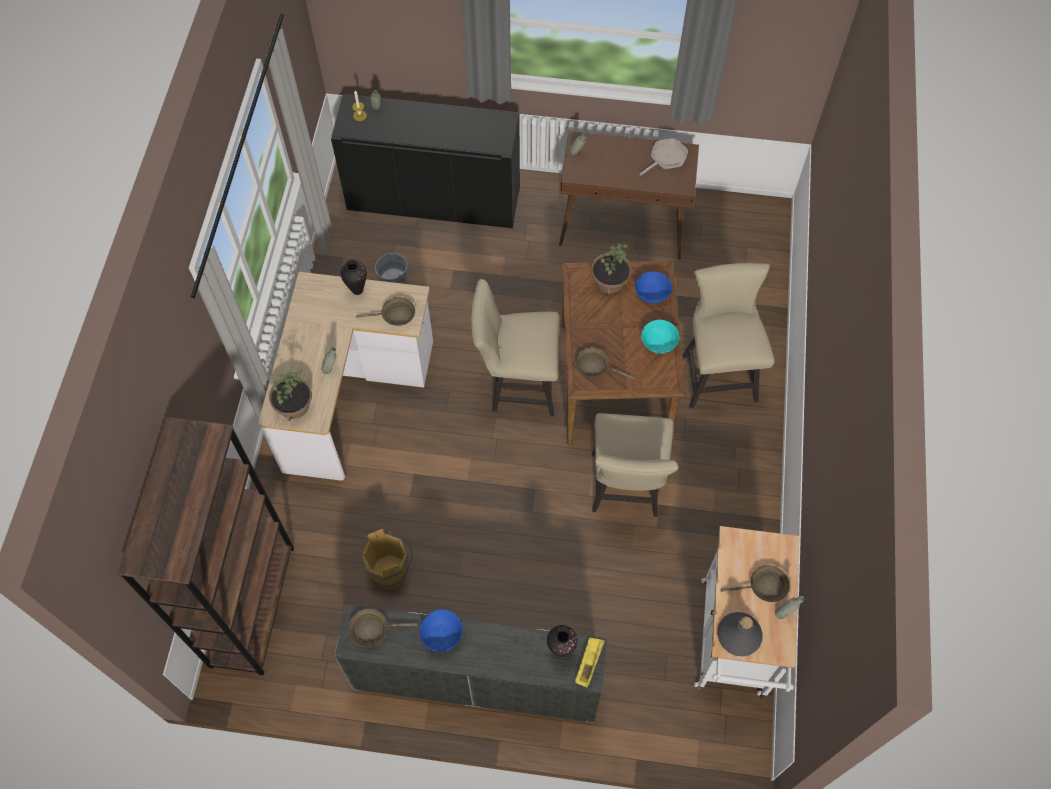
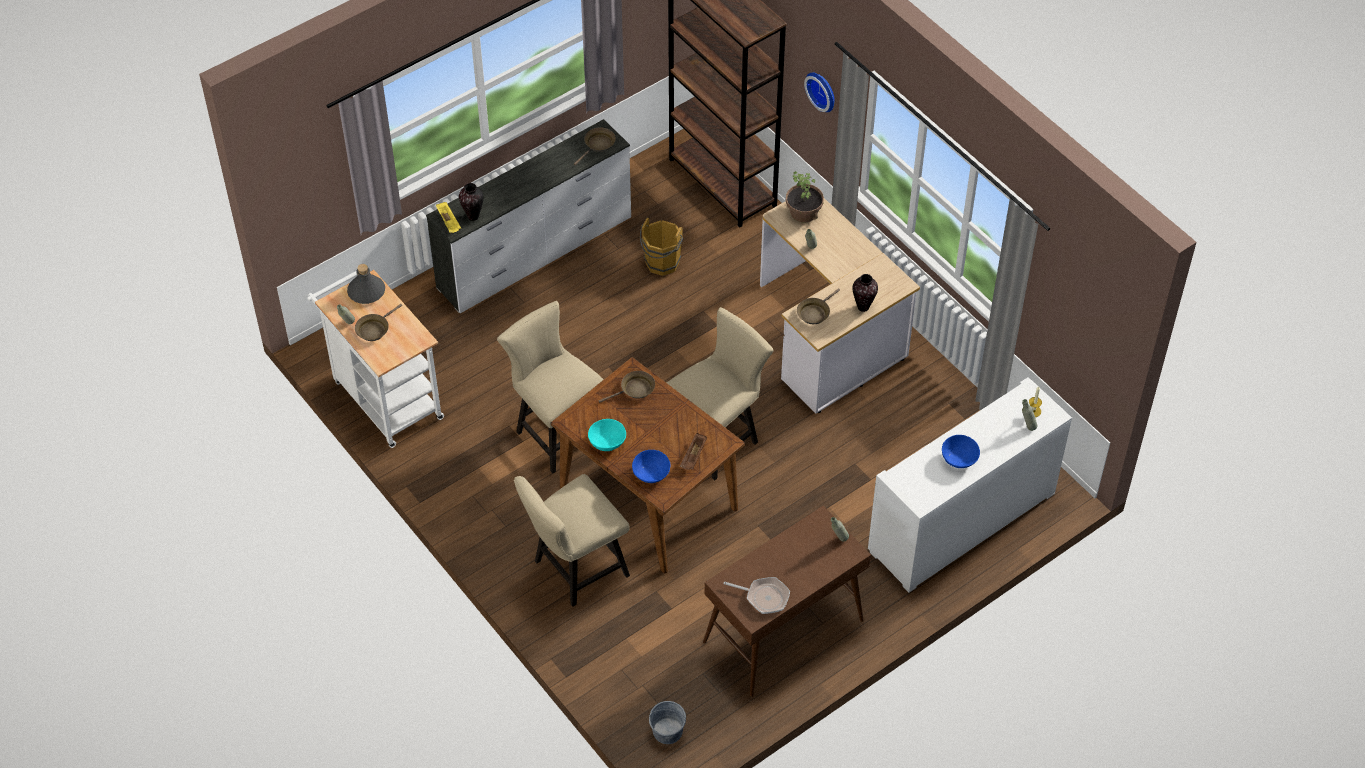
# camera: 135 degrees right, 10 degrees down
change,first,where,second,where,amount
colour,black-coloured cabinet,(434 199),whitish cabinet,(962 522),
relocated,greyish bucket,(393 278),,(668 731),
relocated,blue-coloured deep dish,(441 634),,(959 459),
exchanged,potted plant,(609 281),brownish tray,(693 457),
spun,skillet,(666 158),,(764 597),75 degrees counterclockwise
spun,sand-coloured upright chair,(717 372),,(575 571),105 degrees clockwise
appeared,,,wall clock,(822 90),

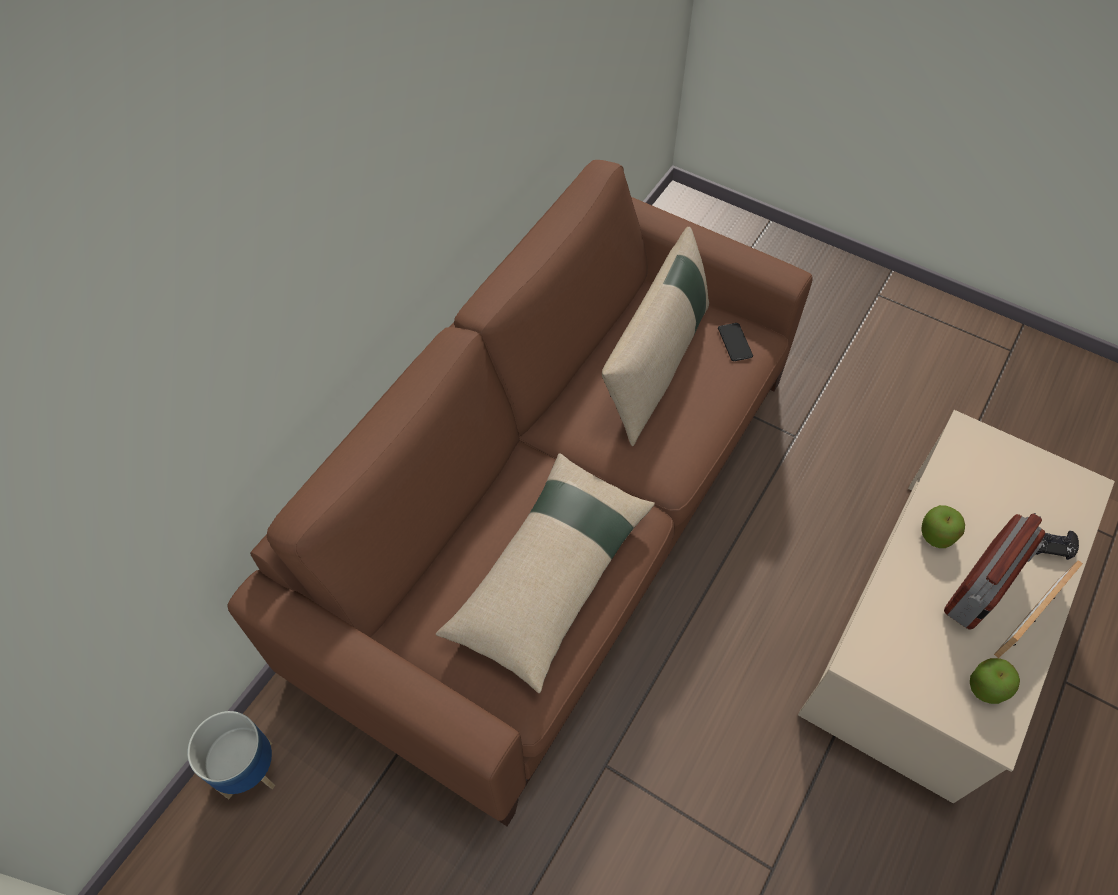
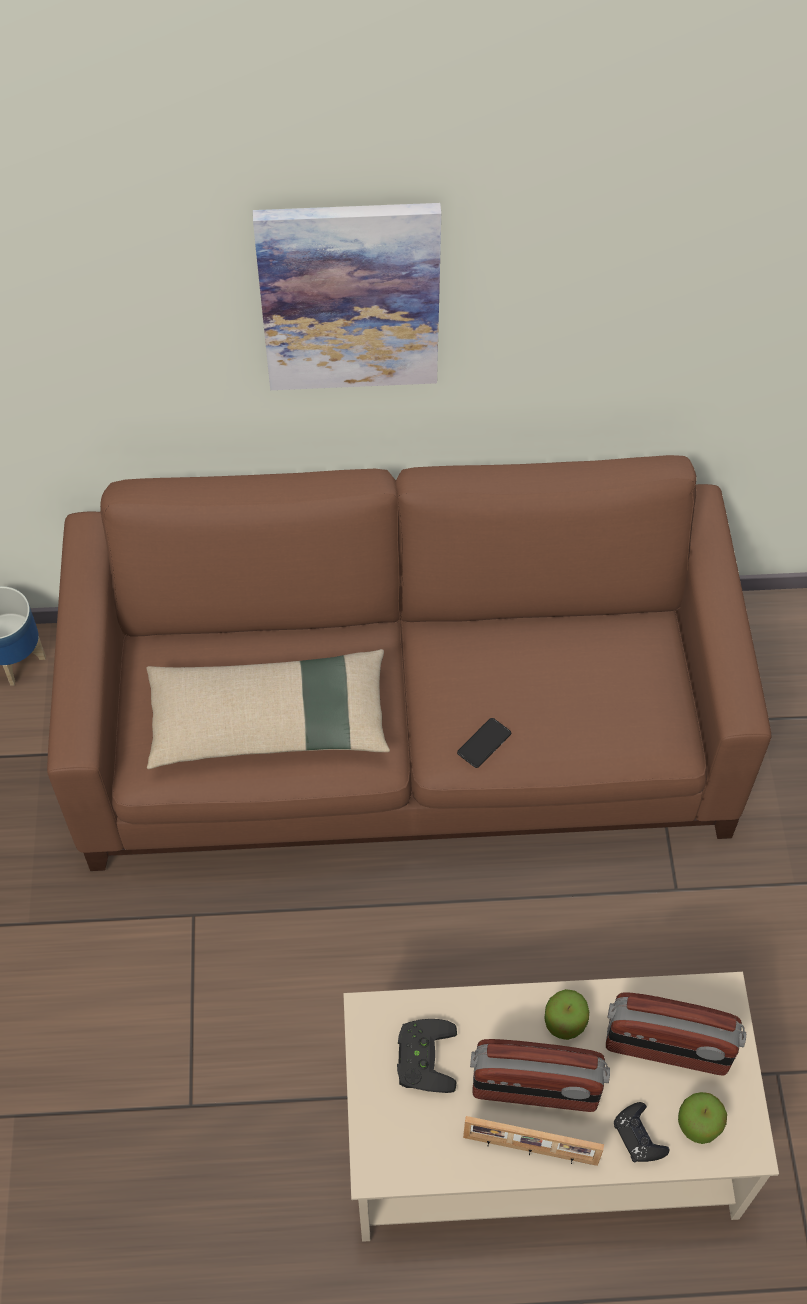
# camera: 55 degrees right, 0 degrees up
change,first,where,second,where,amount
missing,sand-coloured throw pillow,(656 365),,,
relocated,handset,(735 342),,(484 743),
relocated,whole apple,(987 687),,(698 1124),
appeared,,,wall picture,(350 296),
appeared,,,black-coloured game controller,(421 1057),
appeared,,,radio set,(667 1048),

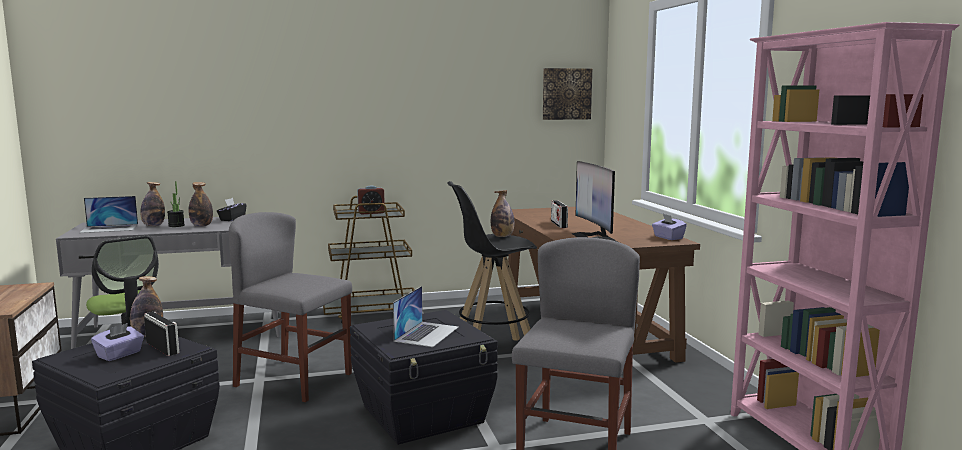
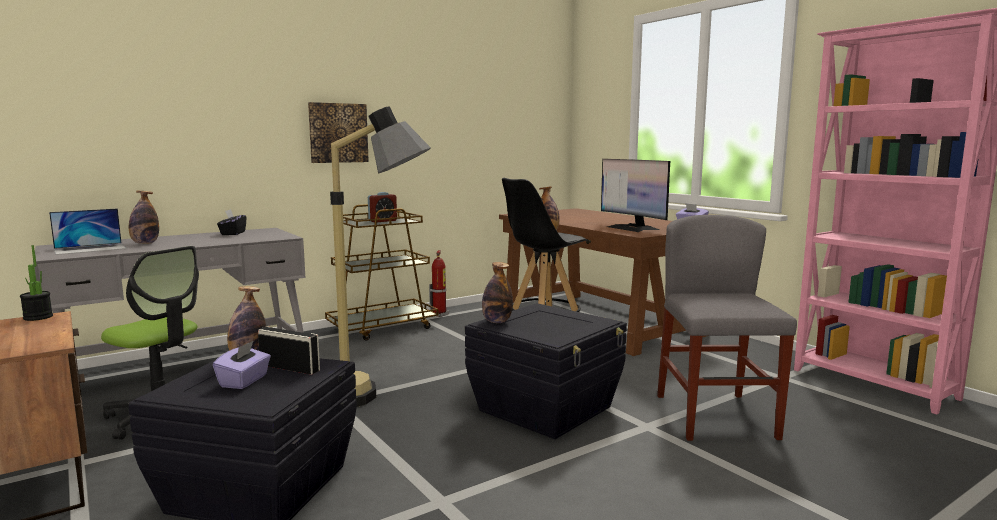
# camera: 20 degrees left, 0 degrees up
change,first,where,second,where,amount
relocated,potted plant,(176 225),,(38 317),
relocated,bottle,(201 225),,(497 321),
exchanged,greyish upright chair,(294 380),floor lamp,(374 397),
missing,portable computer,(427 334),,,
relocated,wall picture,(566 94),,(338 133),
missing,radio set,(558 224),,,
appeared,,,extinguisher,(439 314),

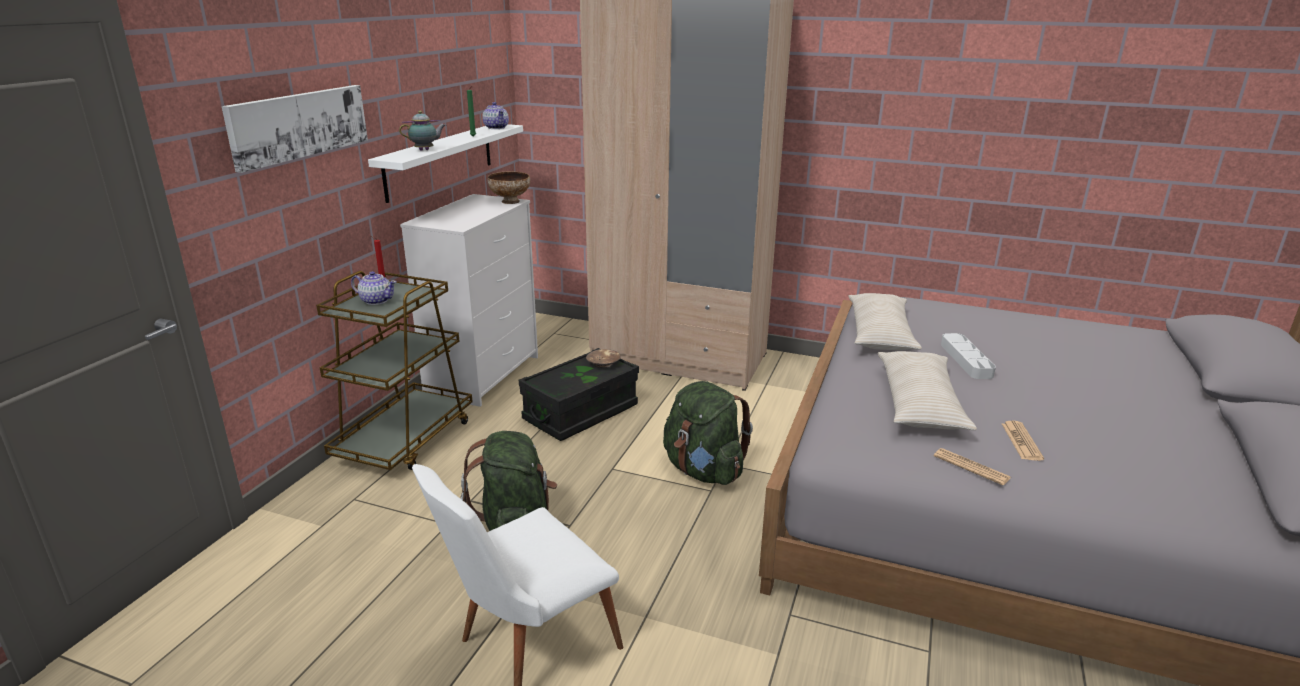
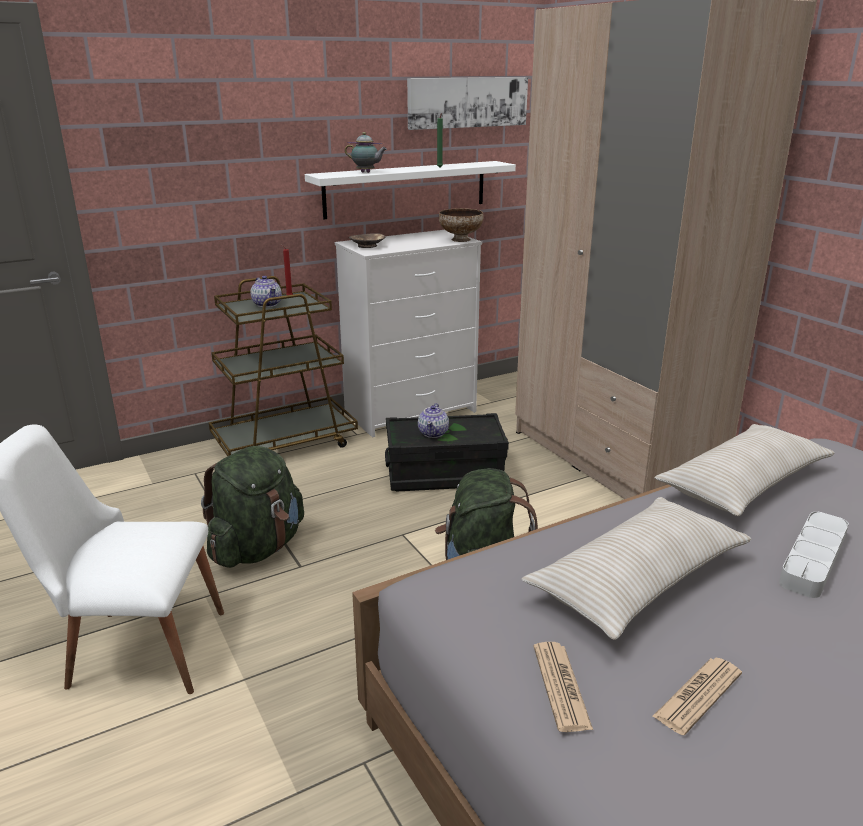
# camera: 40 degrees right, 0 degrees up
change,first,where,second,where,amount
relocated,wall picture,(299 125),,(467 102),
relocated,pot for tea,(496 127),,(433 433),
relocated,brownish deep dish,(603 364),,(367 246),

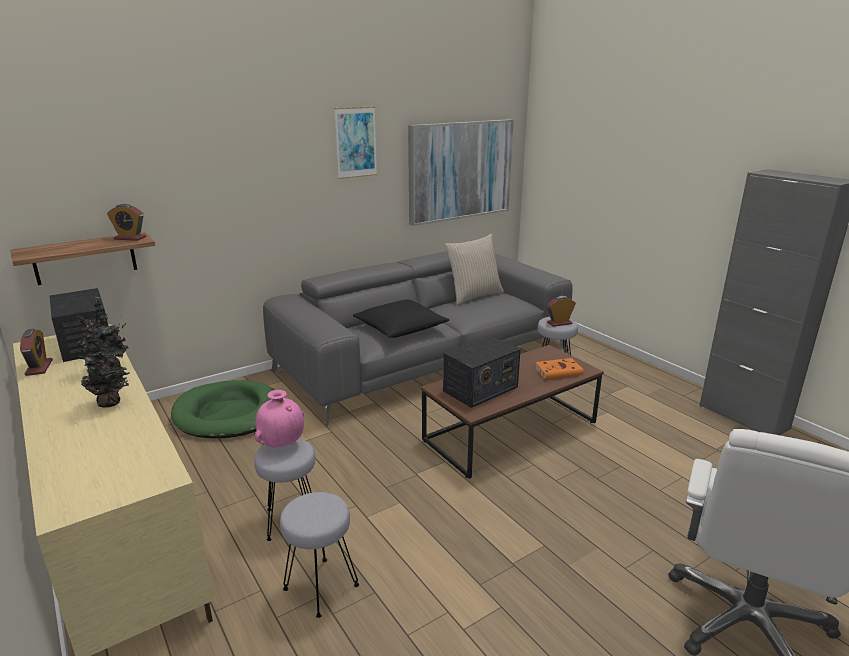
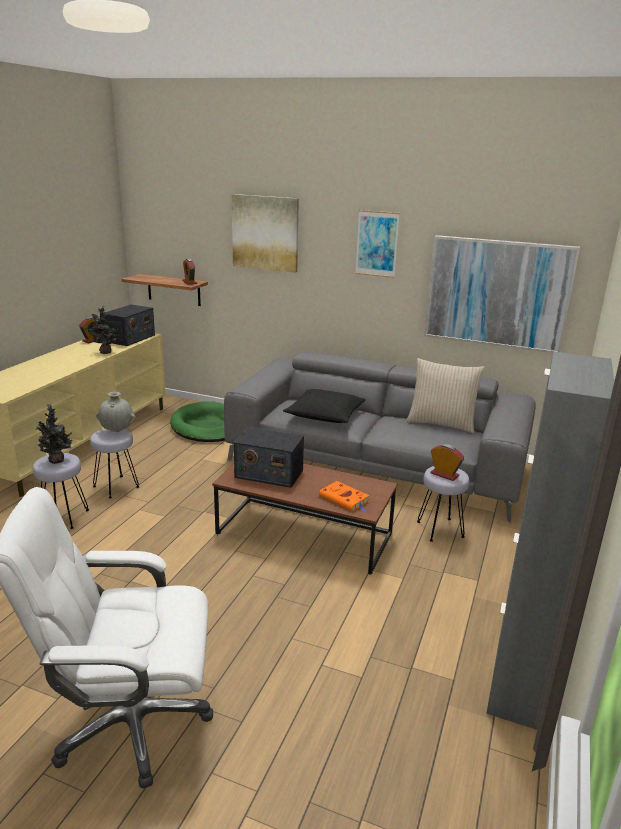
# camera: 55 degrees right, 0 degrees up
change,first,where,second,where,amount
relocated,potted plant,(112 403),,(57 461),
colour,pink-coloured flower vase,(282 444),greyish flower vase,(117 431),
appeared,,,wall picture,(265 233),

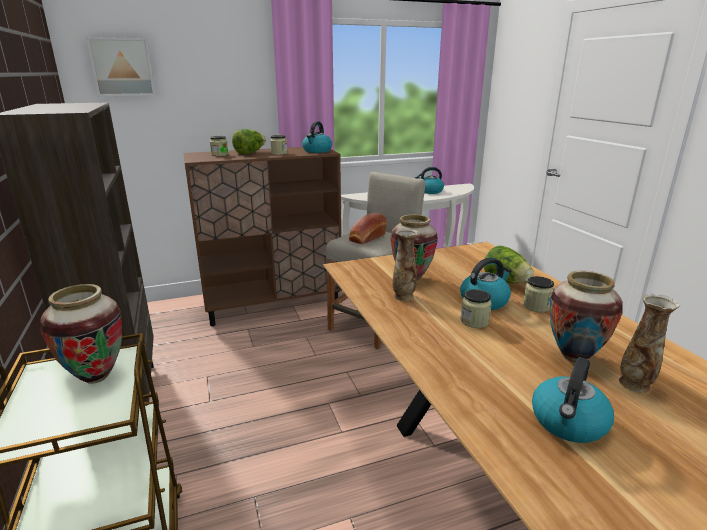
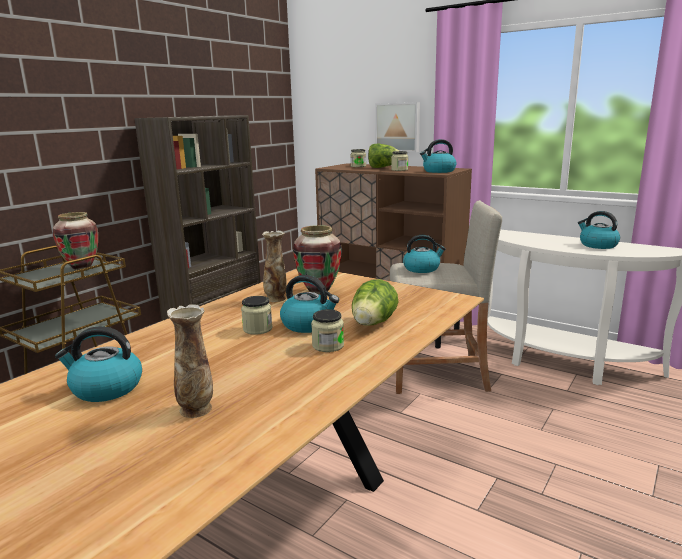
# camera: 55 degrees right, 5 degrees down
change,first,where,second,where,amount
relocated,wall picture,(122 67),,(398 127),
exchanged,bread,(366 238),tea kettle,(422 268),
missing,flower vase,(573 357),,,

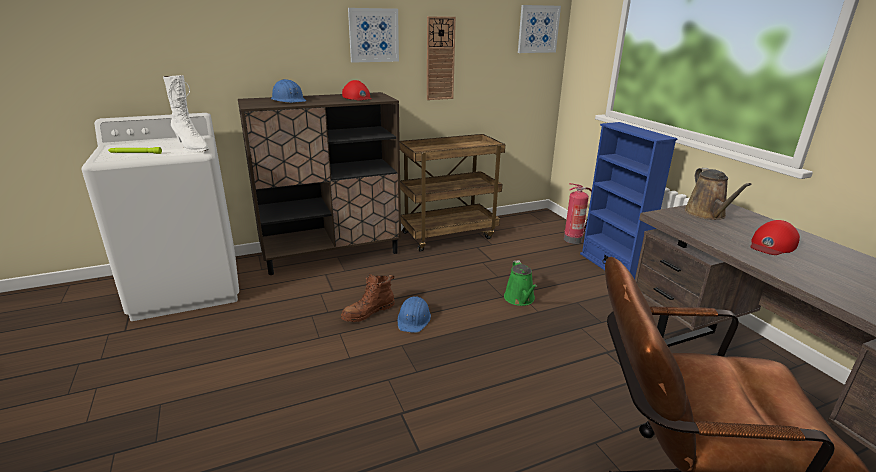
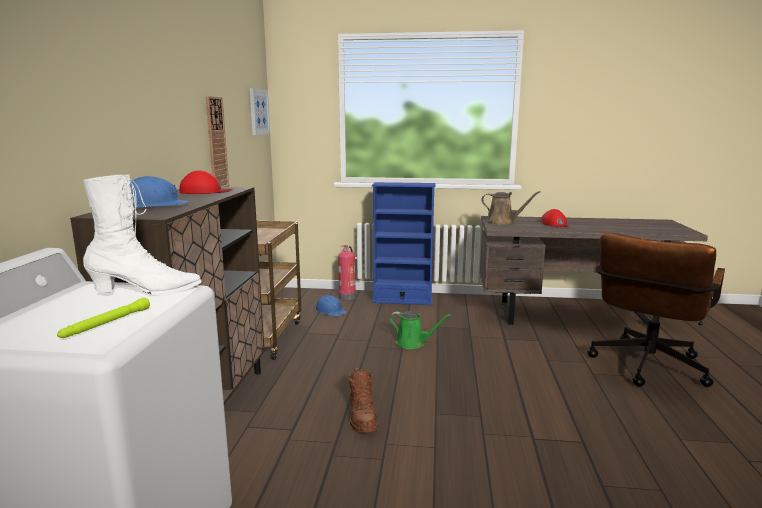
# camera: 60 degrees left, 10 degrees down
change,first,where,second,where,amount
missing,wall picture,(373 35),,,
relocated,blue-coloured hard hat,(414 319),,(330 311),

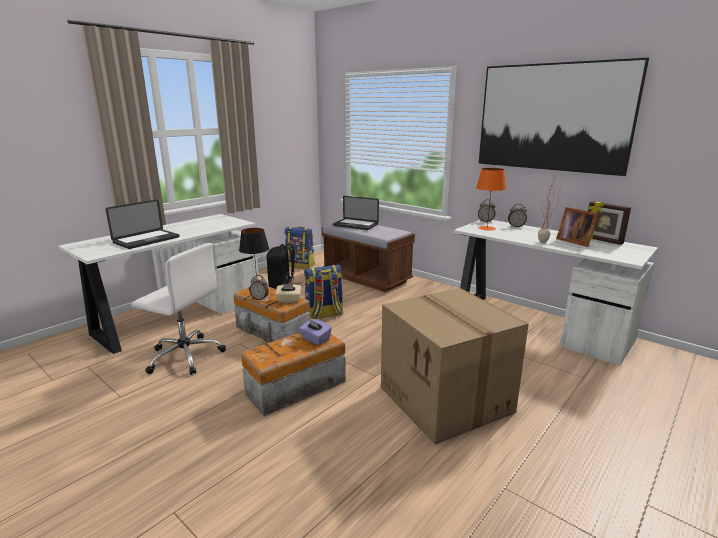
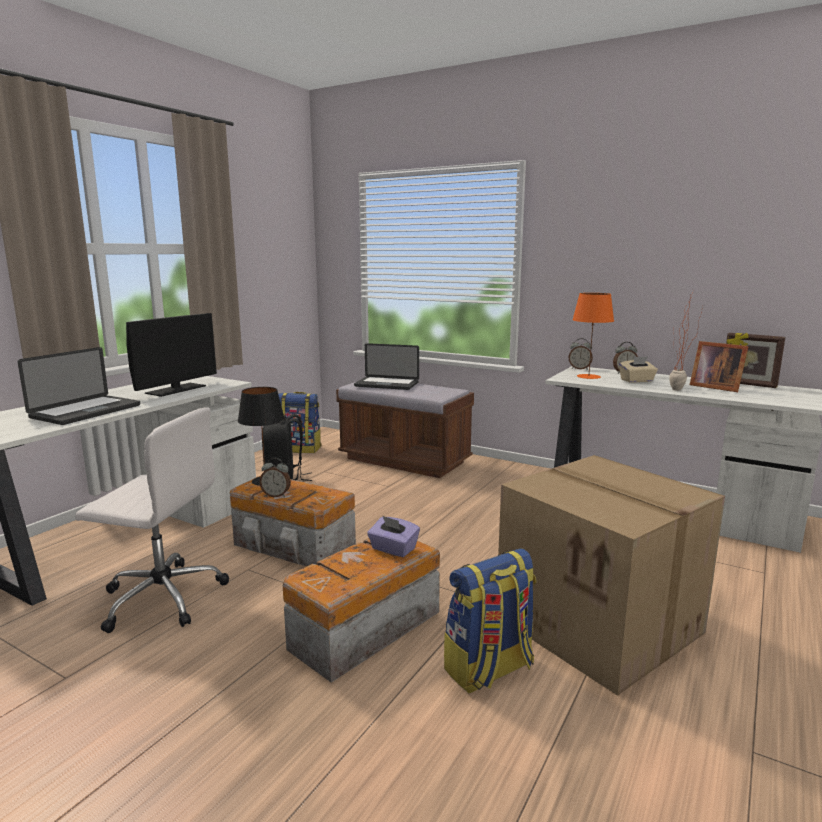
# camera: 10 degrees left, 5 degrees down
change,first,where,second,where,amount
relocated,sand-coloured tissue box,(289 300),,(637 380),
relocated,backpack,(324 315),,(489 669),
missing,wall picture,(552 117),,,
appeared,,,monitor,(176 389),

